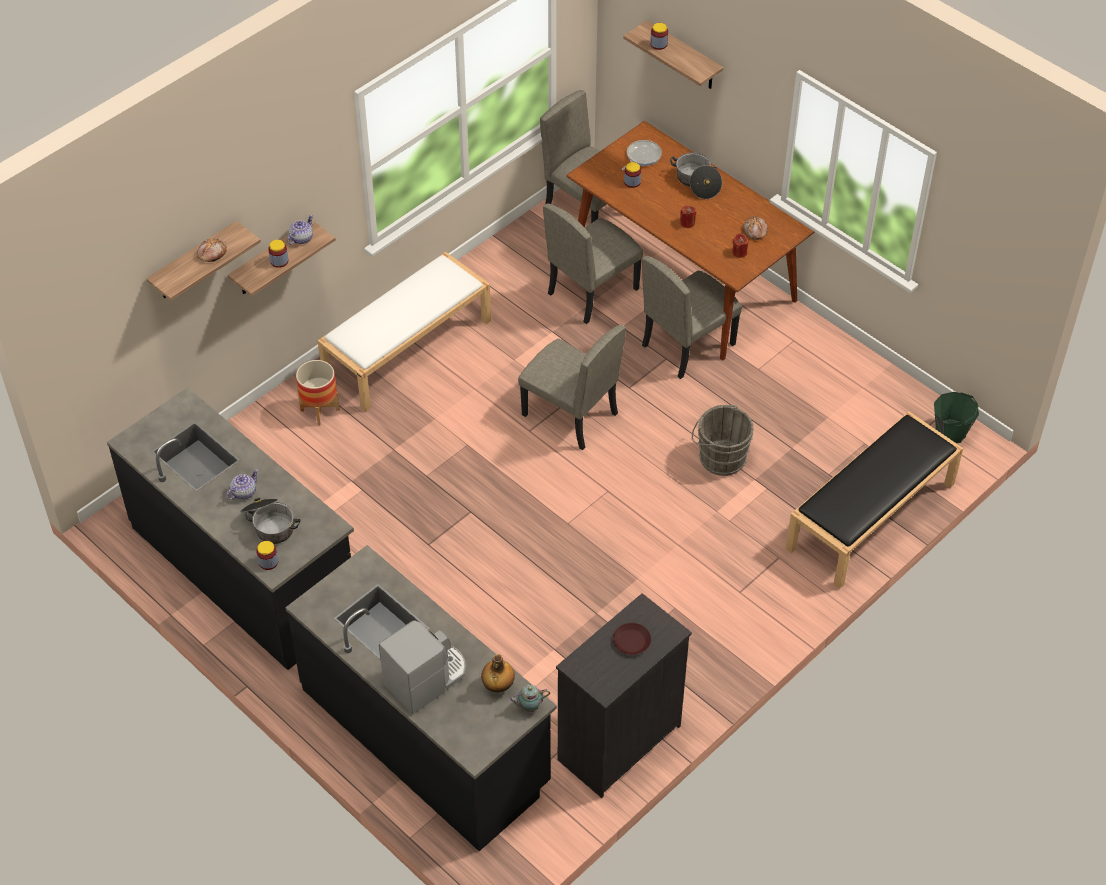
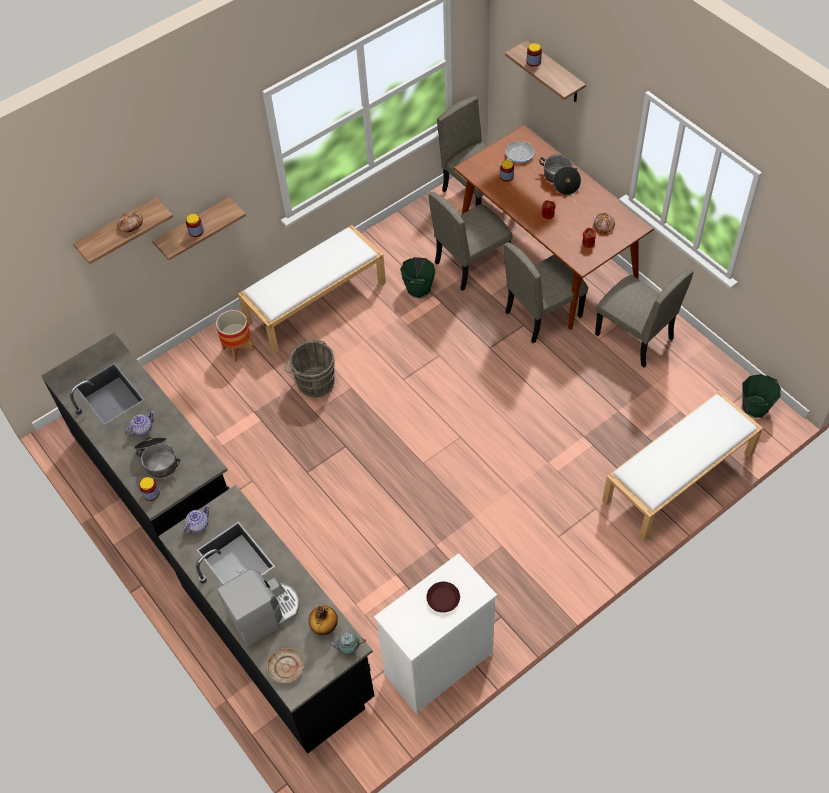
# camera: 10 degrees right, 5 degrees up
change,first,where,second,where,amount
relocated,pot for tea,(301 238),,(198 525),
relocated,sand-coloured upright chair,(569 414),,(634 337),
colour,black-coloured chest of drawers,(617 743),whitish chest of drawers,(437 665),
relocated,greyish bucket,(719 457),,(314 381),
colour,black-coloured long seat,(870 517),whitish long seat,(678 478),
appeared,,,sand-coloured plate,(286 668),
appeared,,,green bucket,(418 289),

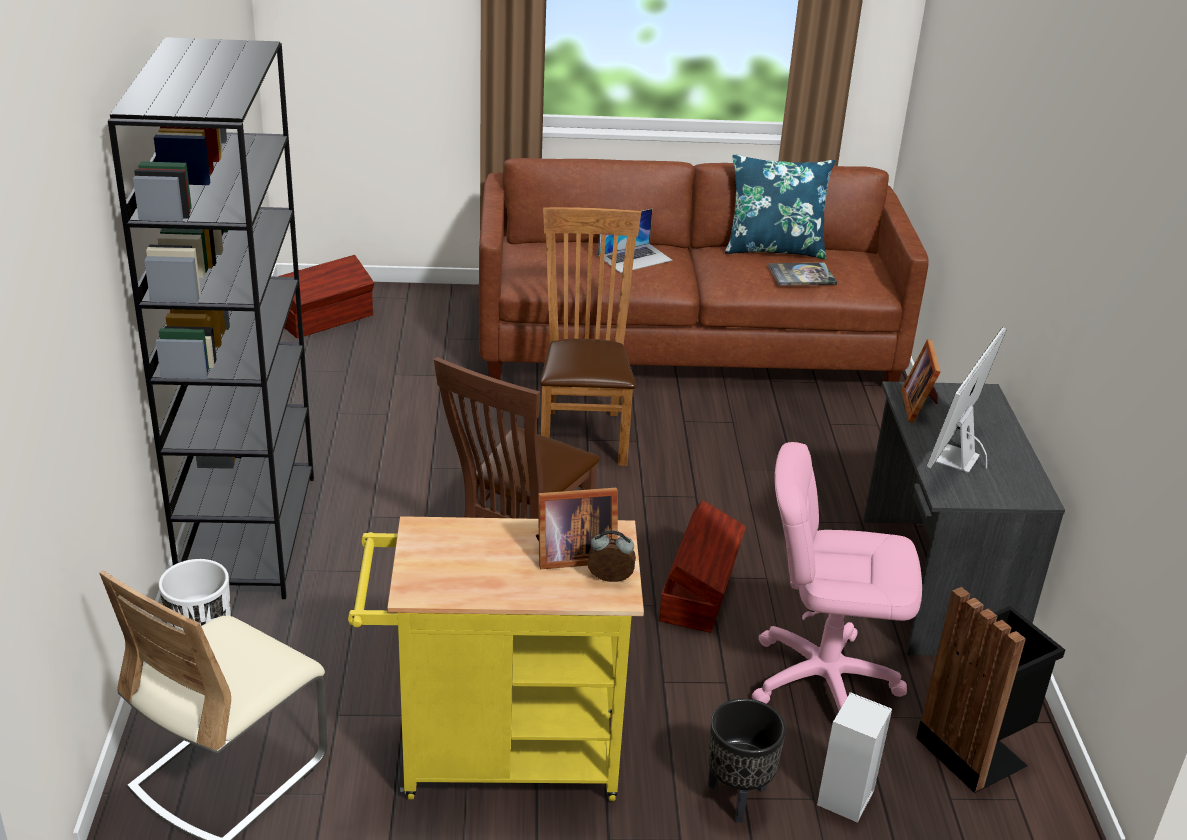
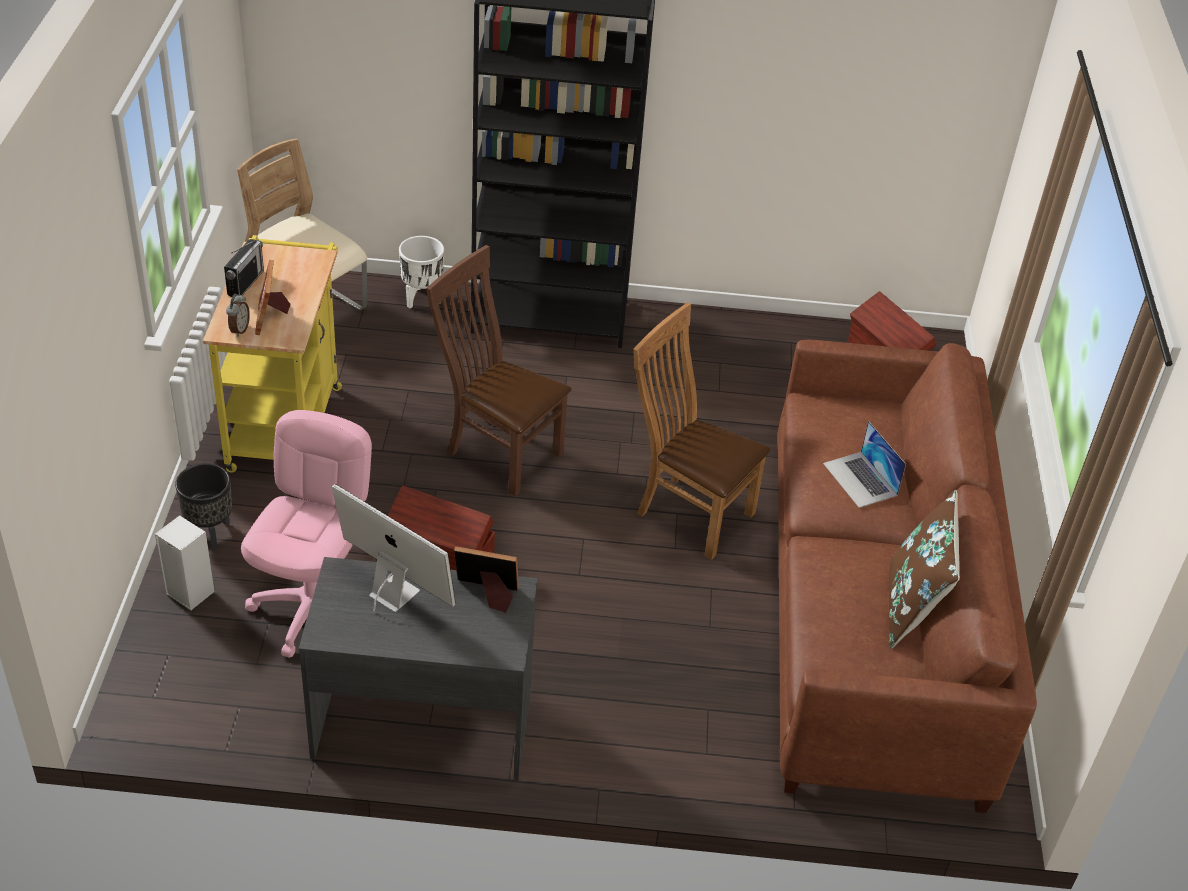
# camera: 95 degrees right, 10 degrees up
change,first,where,second,where,amount
spun,brownish upright chair,(583 433),,(688 511),150 degrees counterclockwise
colour,blue-coloured throw pillow,(774 249),brownish throw pillow,(912 606),
missing,volume,(802 275),,,
missing,black-coloured rubbish bin,(974 749),,,
appeared,,,radio set,(245 283),

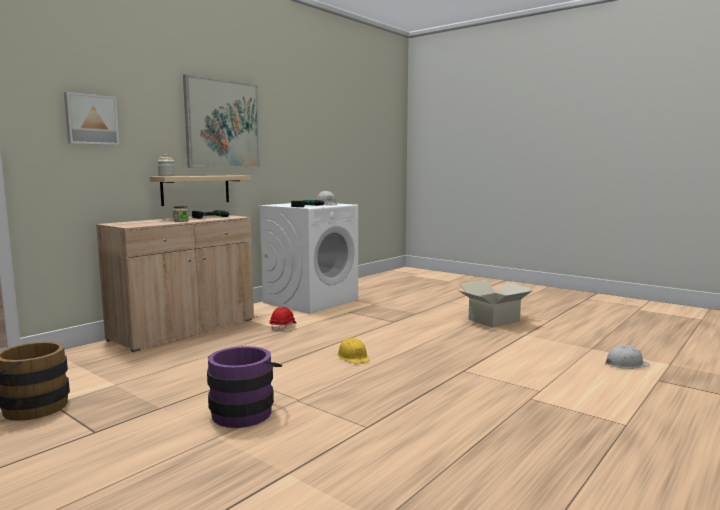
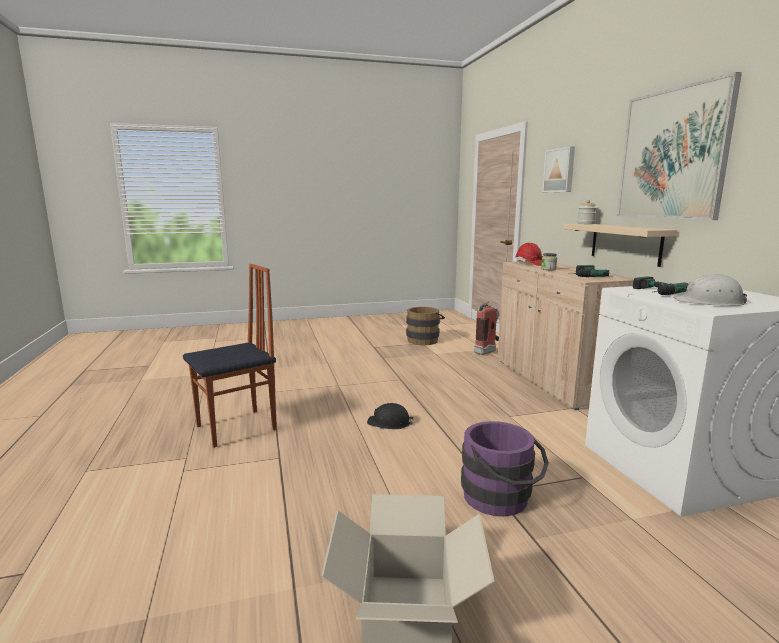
# camera: 125 degrees right, 5 degrees up
change,first,where,second,where,amount
relocated,purple-coloured bucket,(244 411),,(501 499),
relocated,red-coloured hard hat,(283 327),,(529 264),
colour,yellow-coloured hard hat,(353 357),black-coloured hard hat,(389 423),
missing,whitish hard hat,(625 364),,,
appeared,,,upright chair,(237 428),
appeared,,,extinguisher,(488 351),

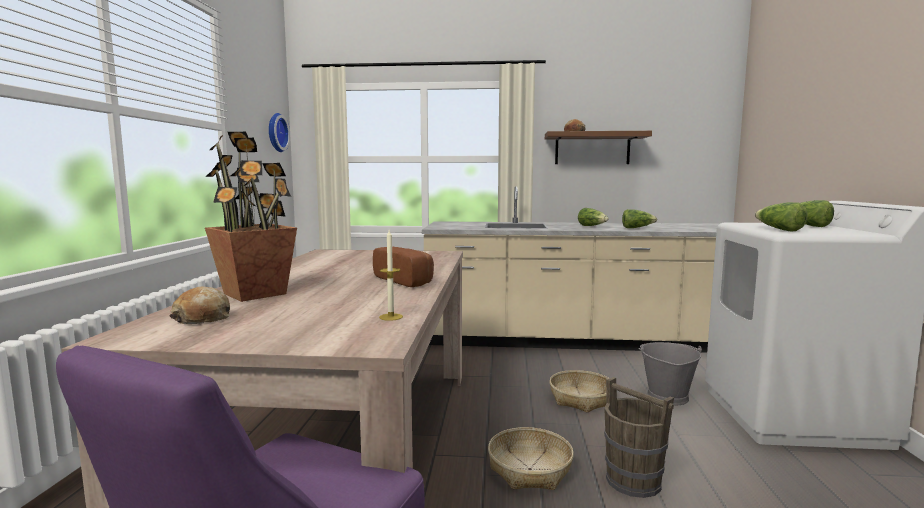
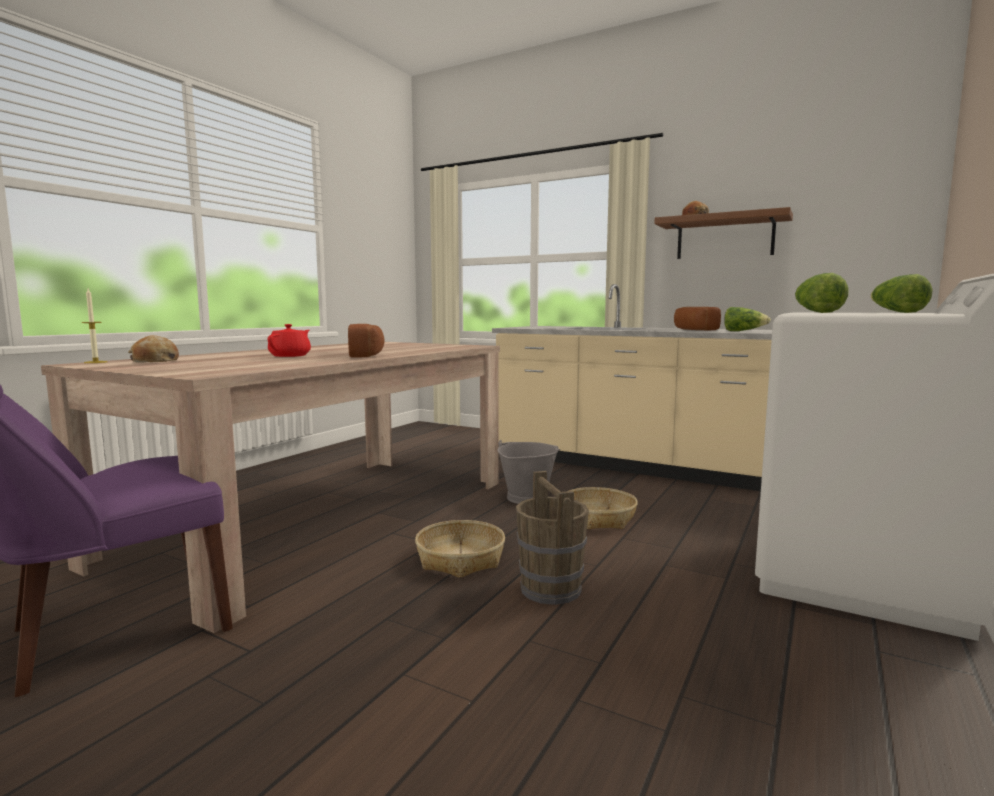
# camera: 25 degrees right, 0 degrees up
change,first,where,second,where,amount
missing,potted plant,(256 294),,,
missing,wall clock,(275 132),,,
relocated,candle,(391 317),,(95 362),
exchanged,lettuce head,(592 226),bread,(692 329),
relocated,greyish bucket,(667 396),,(526 497),
appeared,,,red-coloured pot for tea,(290 356),

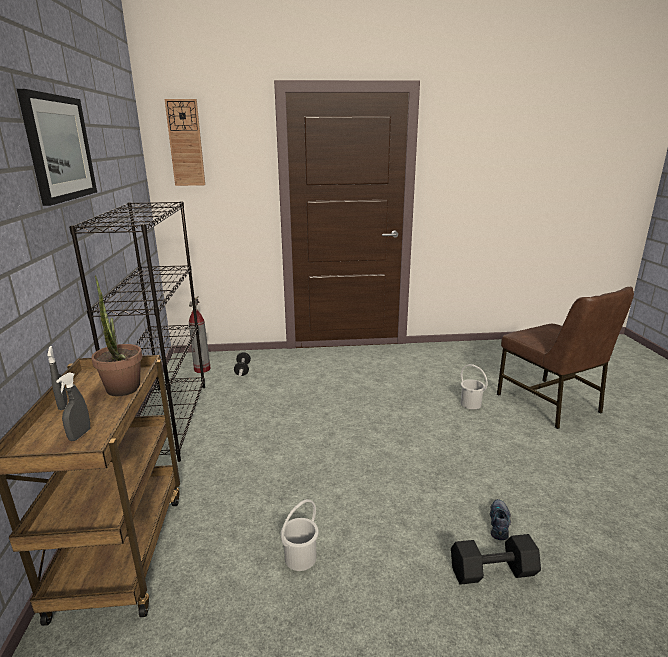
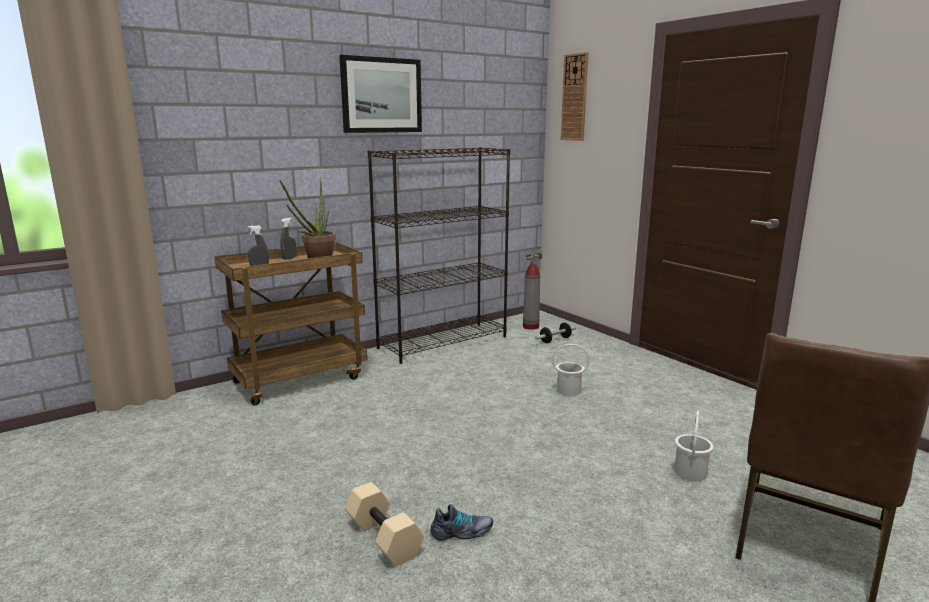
# camera: 60 degrees right, 5 degrees down
change,first,where,second,where,amount
relocated,whitish bucket,(301 558),,(569 391),
colour,black-coloured hand weight,(492 573),sand-coloured hand weight,(382 538),

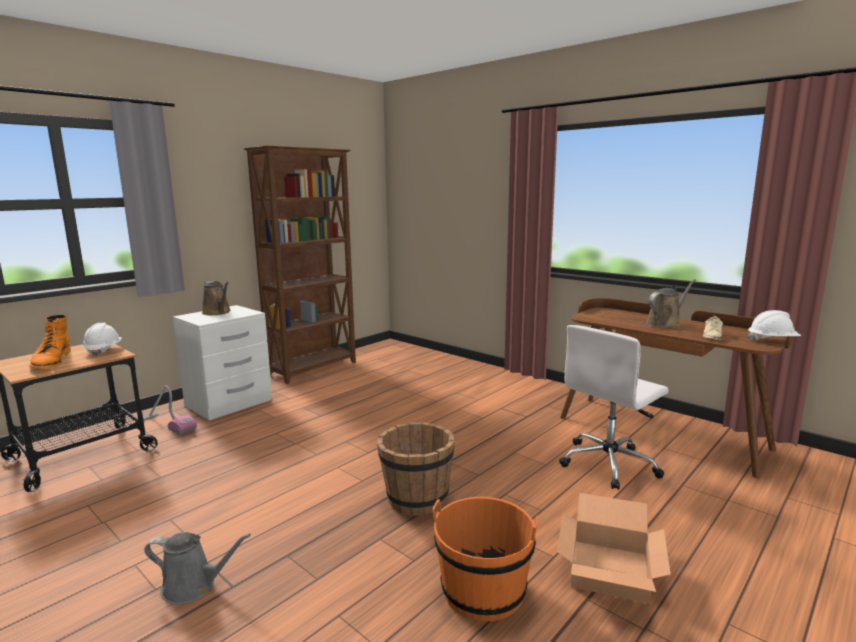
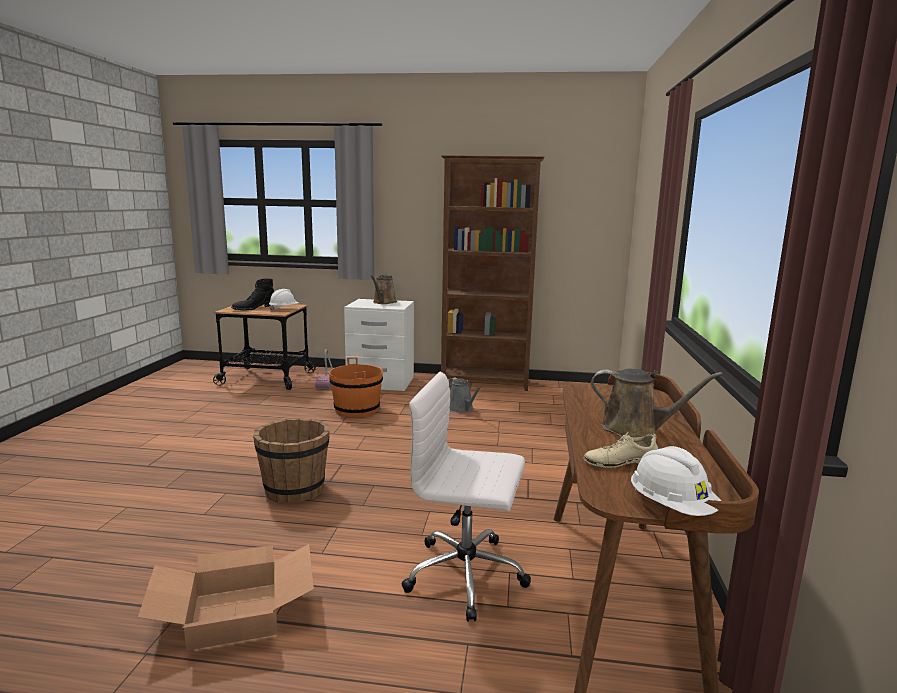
# camera: 55 degrees right, 0 degrees up
change,first,where,second,where,amount
colour,orange high-top boot,(51 361),black-coloured high-top boot,(253 308),
relocated,greyish watering pot,(193 586),,(462 409),
relocated,orange bucket,(483 590),,(356 409),

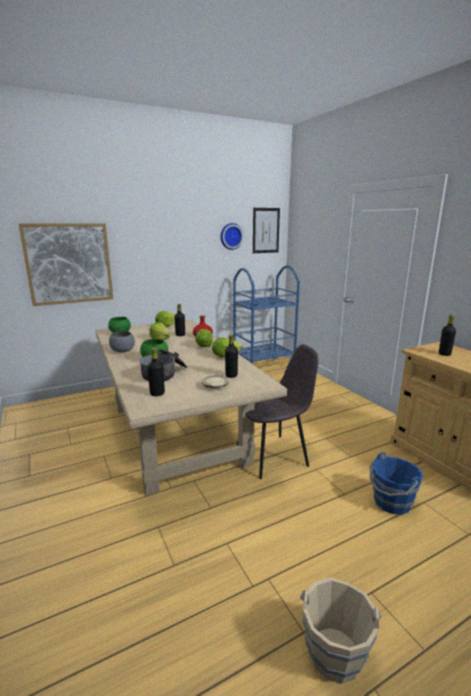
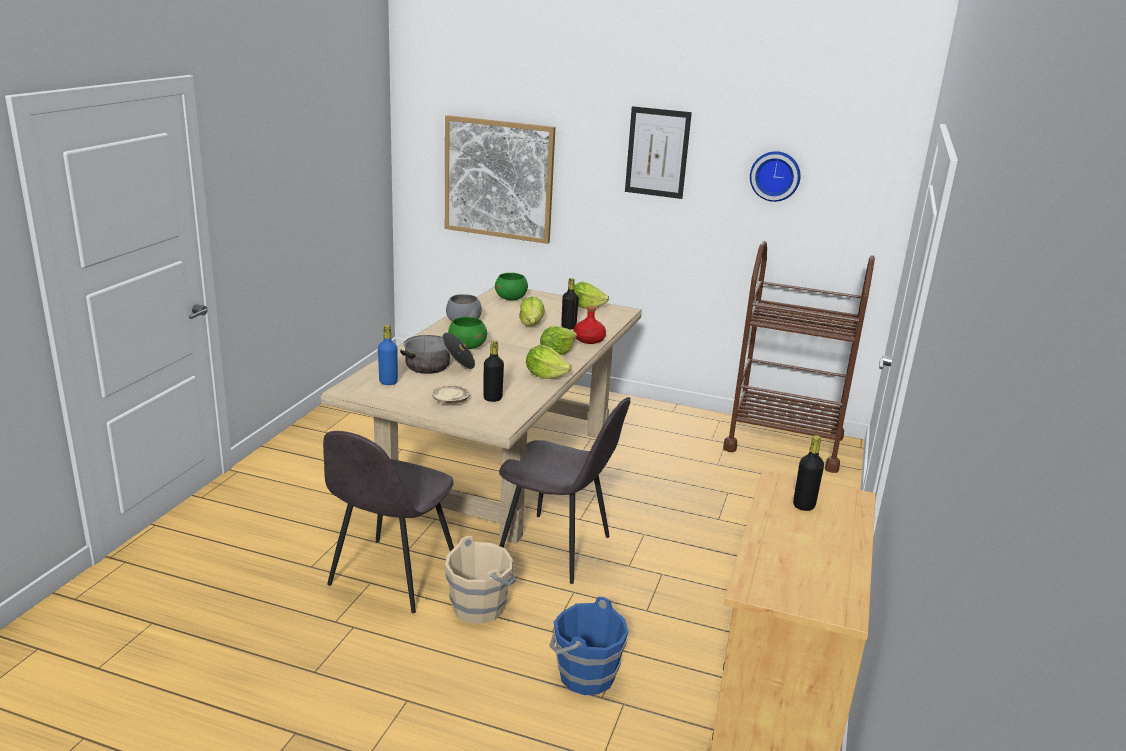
# camera: 45 degrees right, 5 degrees up
change,first,where,second,where,amount
colour,black-coloured bottle,(157 393),blue-coloured bottle,(388 382),
colour,blue-coloured trolley,(263 367),brownish trolley,(783 443),
relocated,wall picture,(266 230),,(657 152),
relocated,sand-coloured bucket,(334 651),,(480 607),
appeared,,,greyish upright chair,(392 577),

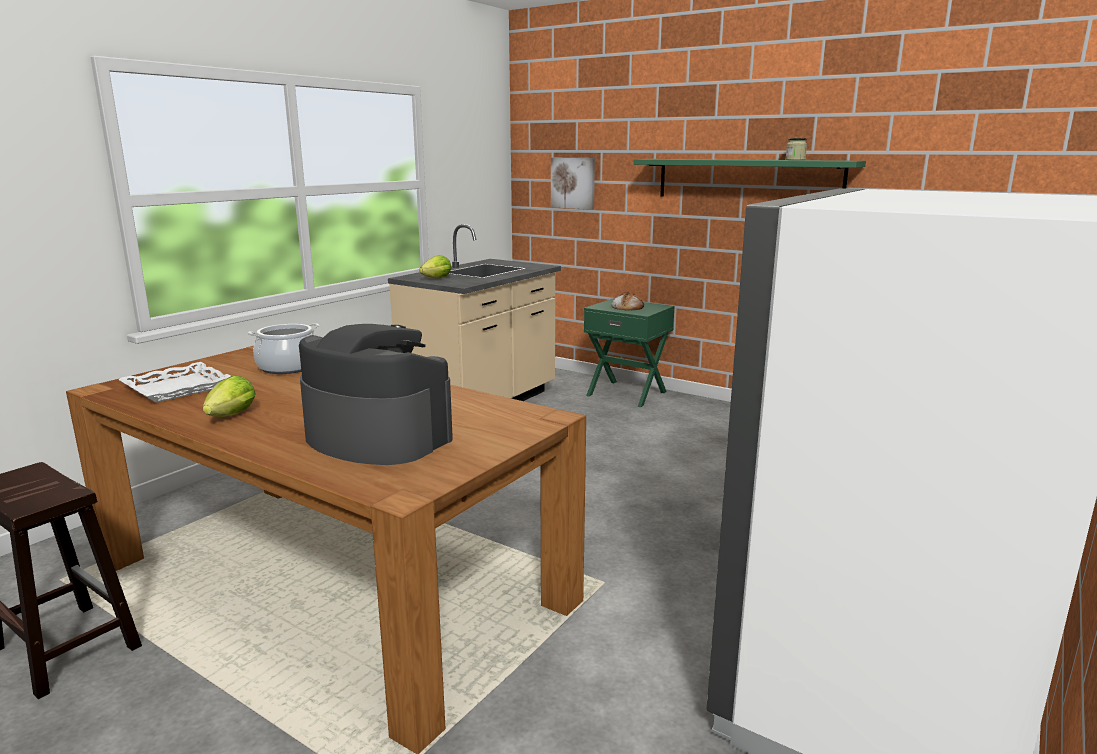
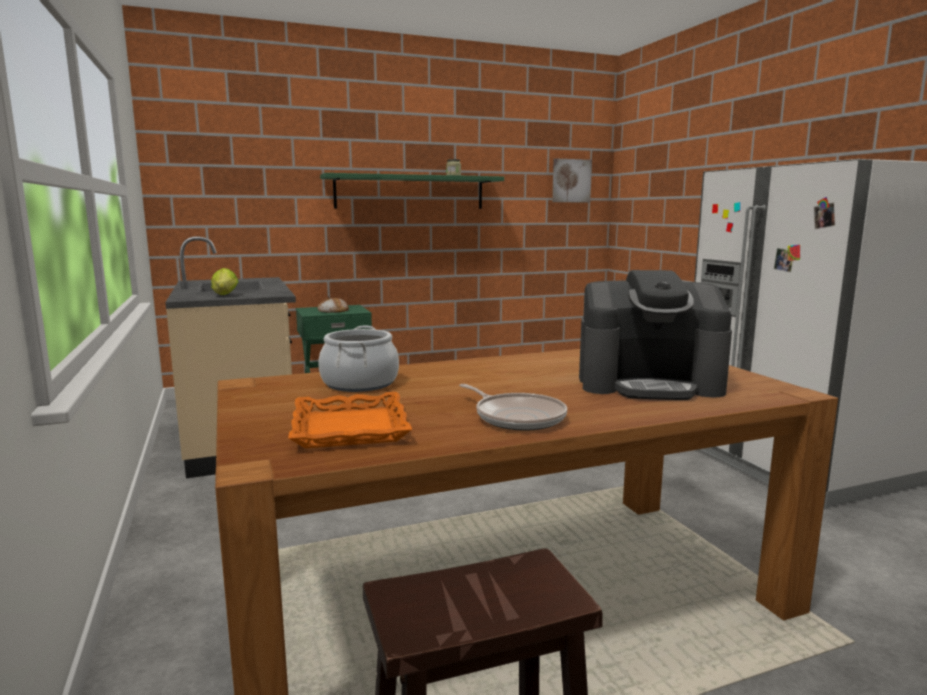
# camera: 55 degrees left, 5 degrees down
change,first,where,second,where,amount
colour,whitish tray,(178 388),orange tray,(351 428),
exchanged,lettuce head,(229 417),skillet,(517 417),
spun,coffee brewer,(377 437),,(649 383),150 degrees counterclockwise
relocated,wall picture,(573 183),,(571 181),

